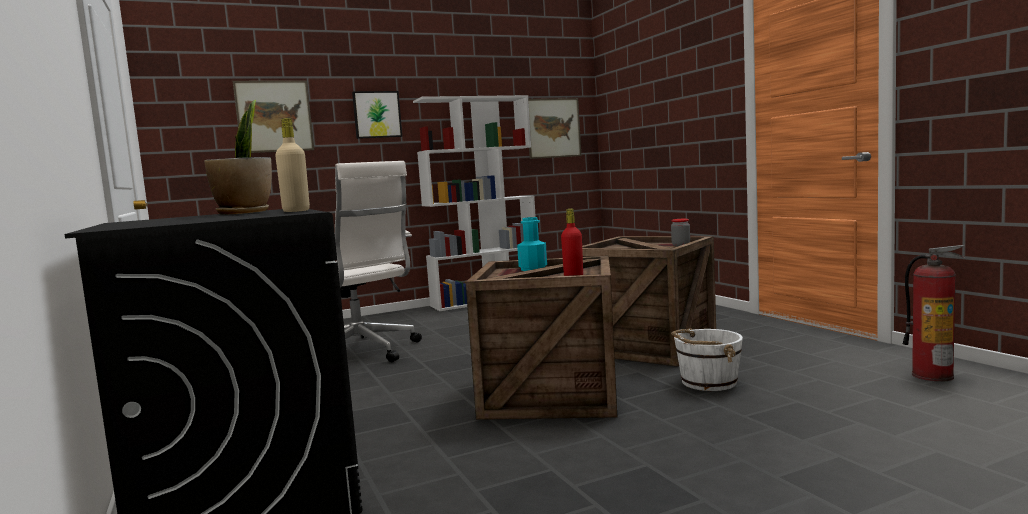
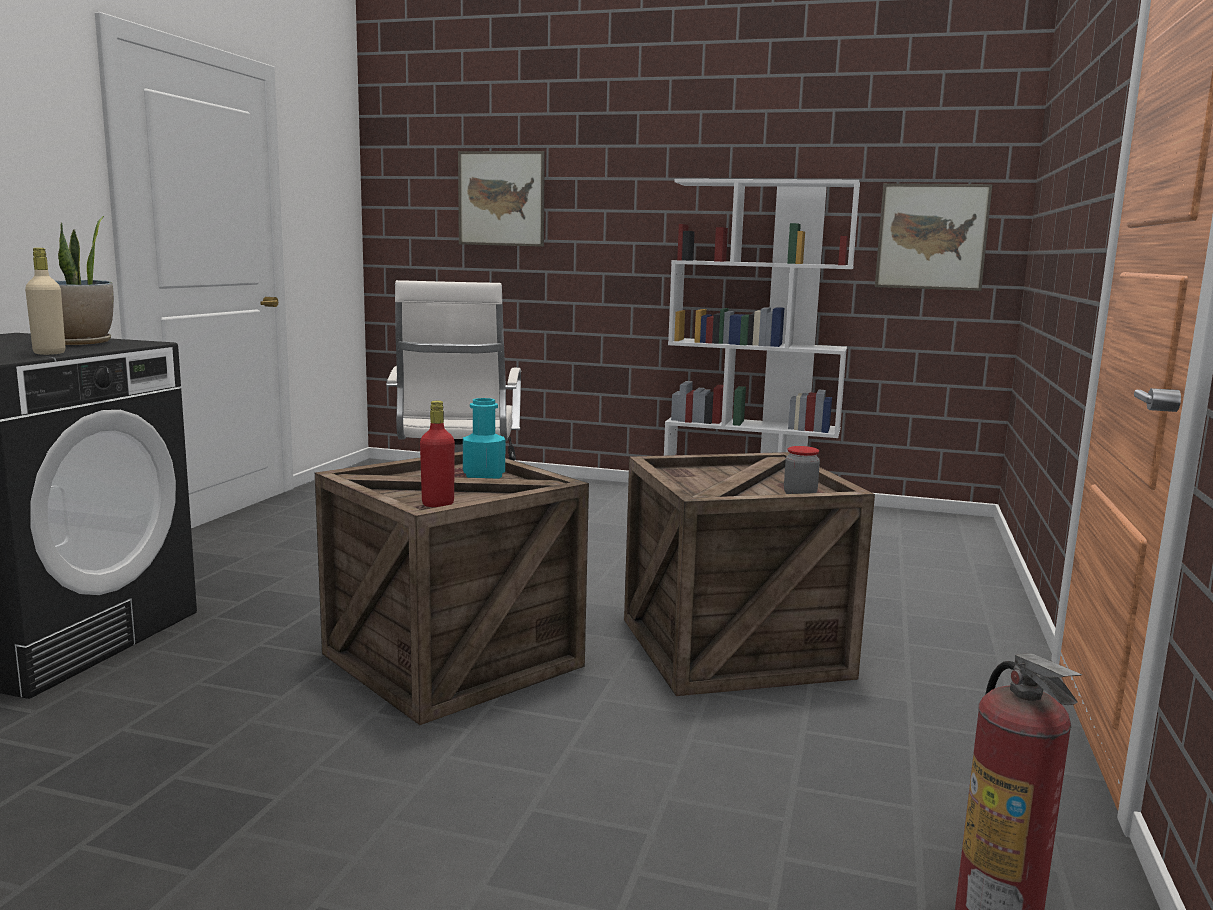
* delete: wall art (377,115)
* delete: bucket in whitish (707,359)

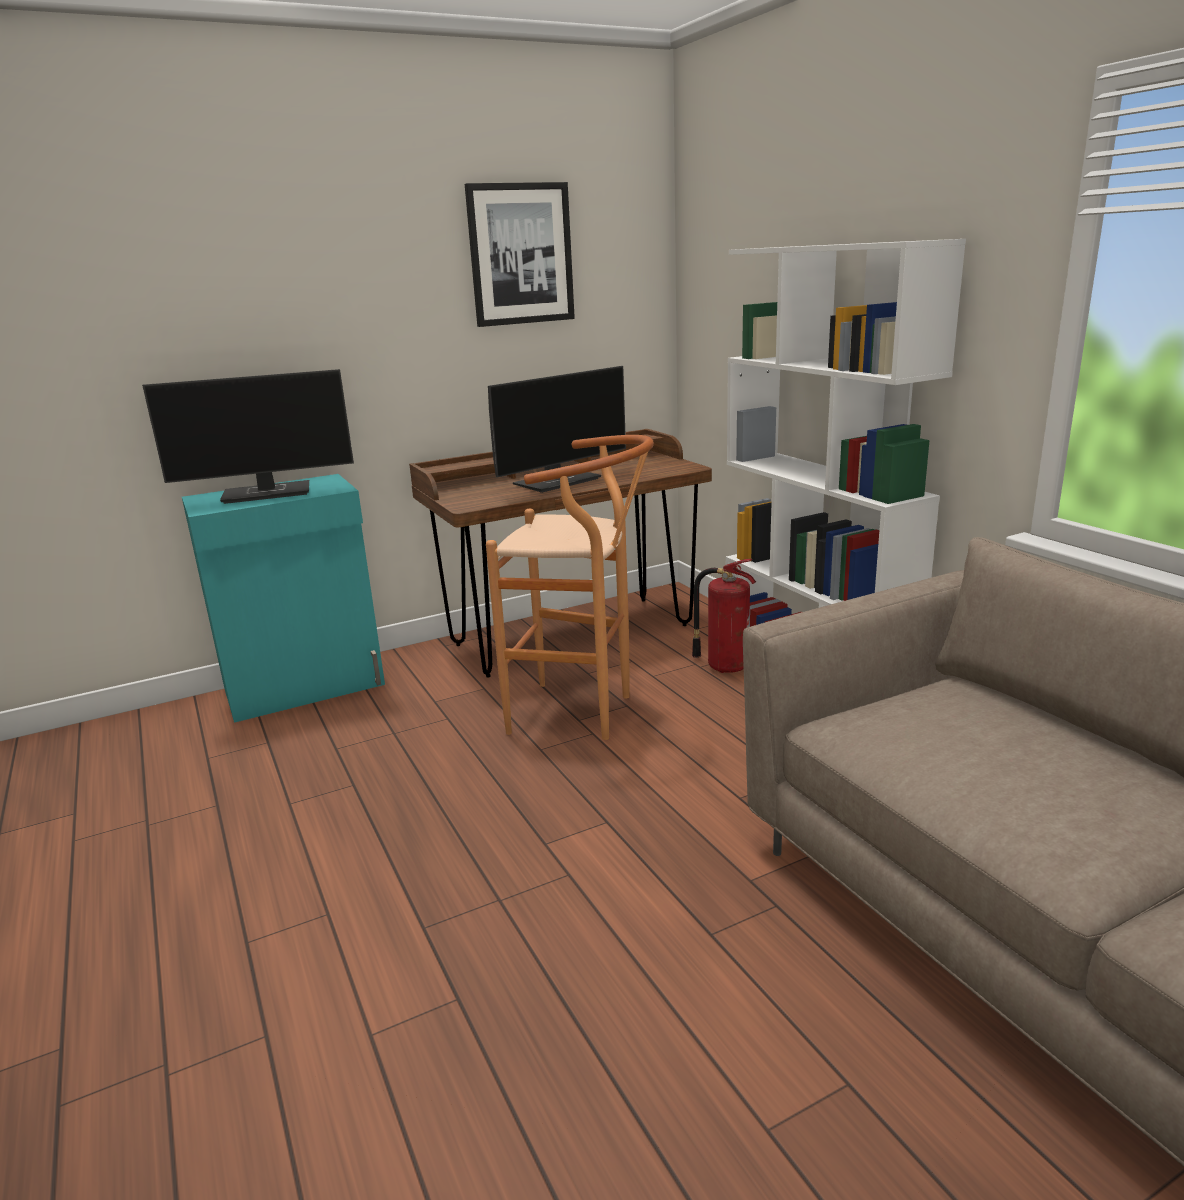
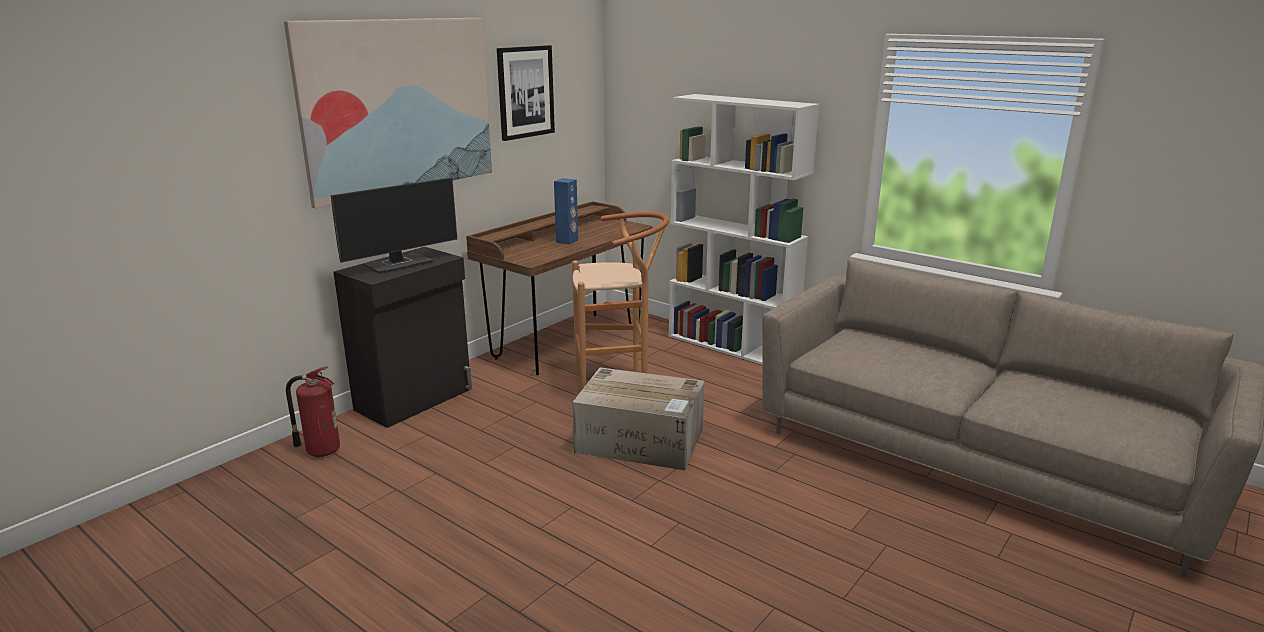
* insert: wall art (388,113)
* insert: packing box (638,418)
* move: fire-fighting cylinder (724,616) to (313,412)
* replace: computer screen (557,429) to audio speaker in blue (566,211)
* recolor: cupboard in turquoise (283,598) to cupboard in black-coloured (402,337)

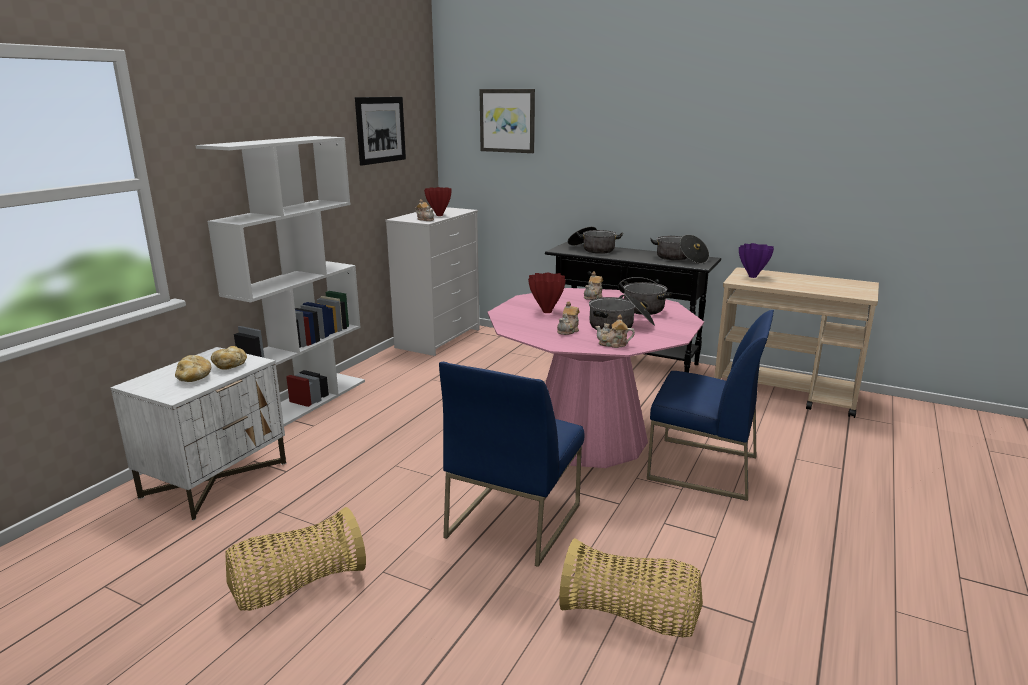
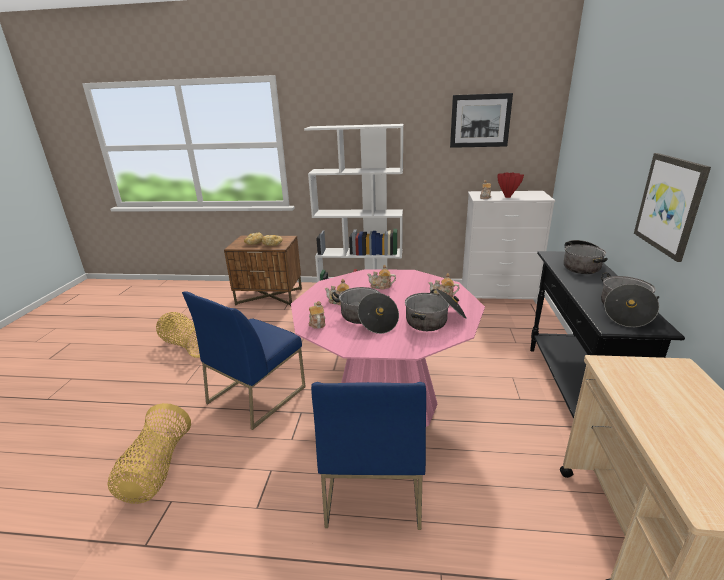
* delete: flower vase in purplish (756,260)
* move: wall art (507,121) to (672,207)
* replace: flower vase in reddish (547,293) to teapot (381,277)
* recolor: night table in whitish (198,434) to night table in brown (263,271)
* rotate: upright chair in blue (511,464) = (244,360) 60 degrees counterclockwise

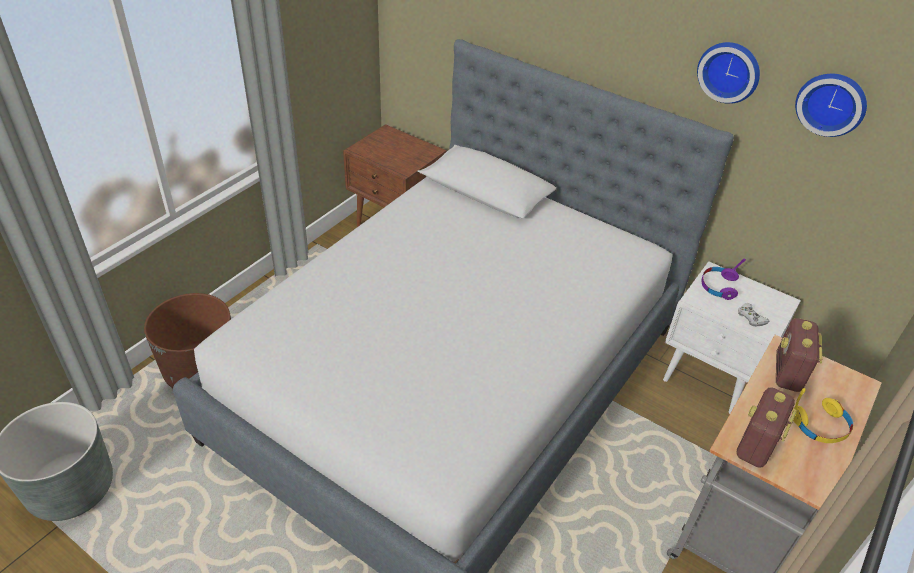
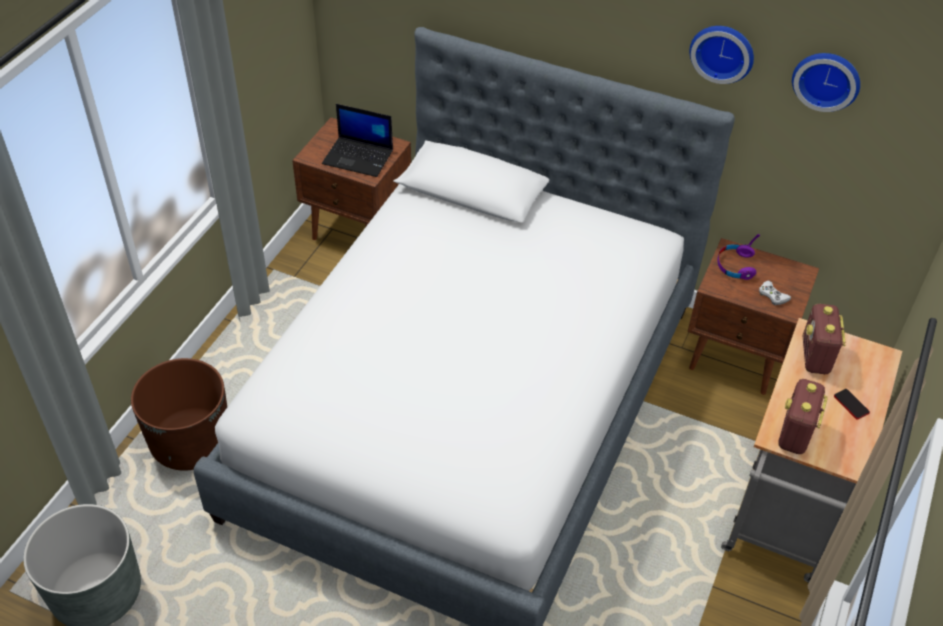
* insert: portable computer (357,140)
* replace: pair of headphones in yellow-coloured (822,415) to telephone (852,404)
* recolor: night table in whitish (732,337) to night table in brown (753,316)

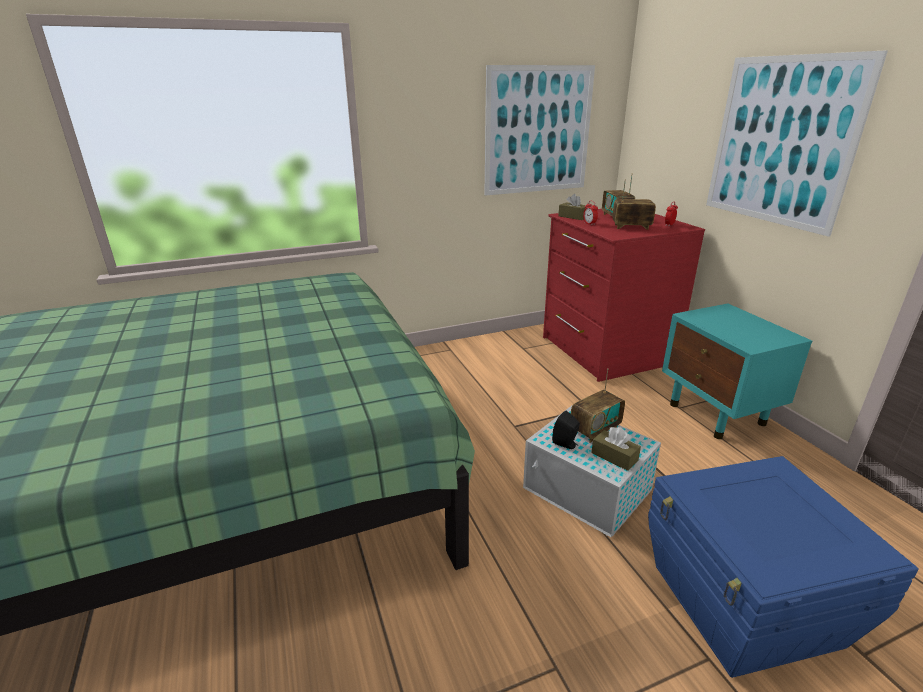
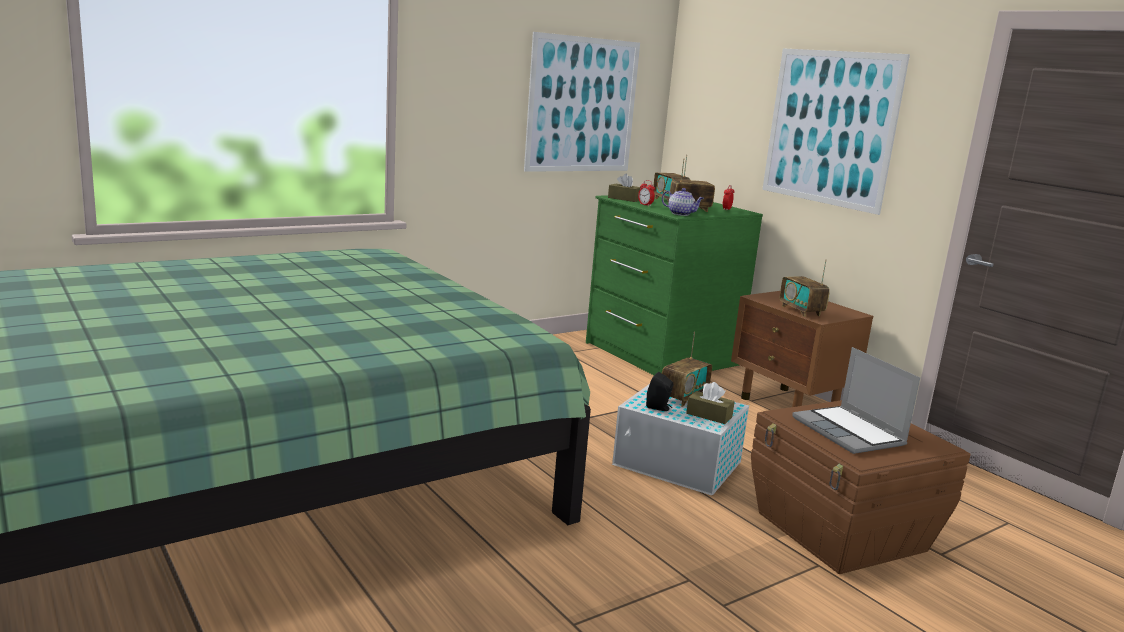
* insert: teapot (683,202)
* insert: radio receiver (805,288)
* insert: portable computer (856,400)
* recolor: chest of drawers in reddish (624,295) to chest of drawers in greenish (674,285)
* recolor: storage bin in blue (783,567) to storage bin in brown (861,487)
* recolor: night table in turquoise (737,371) to night table in brown (802,349)

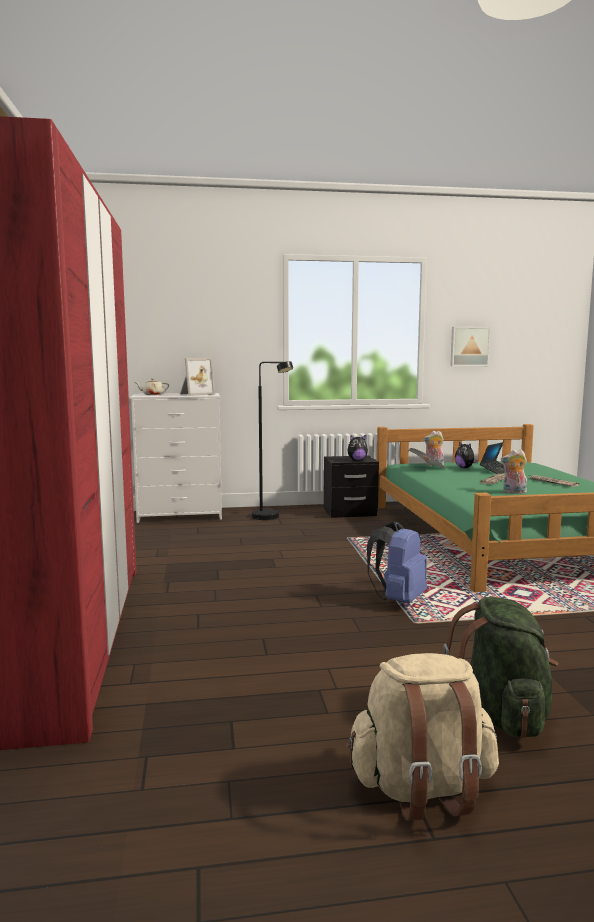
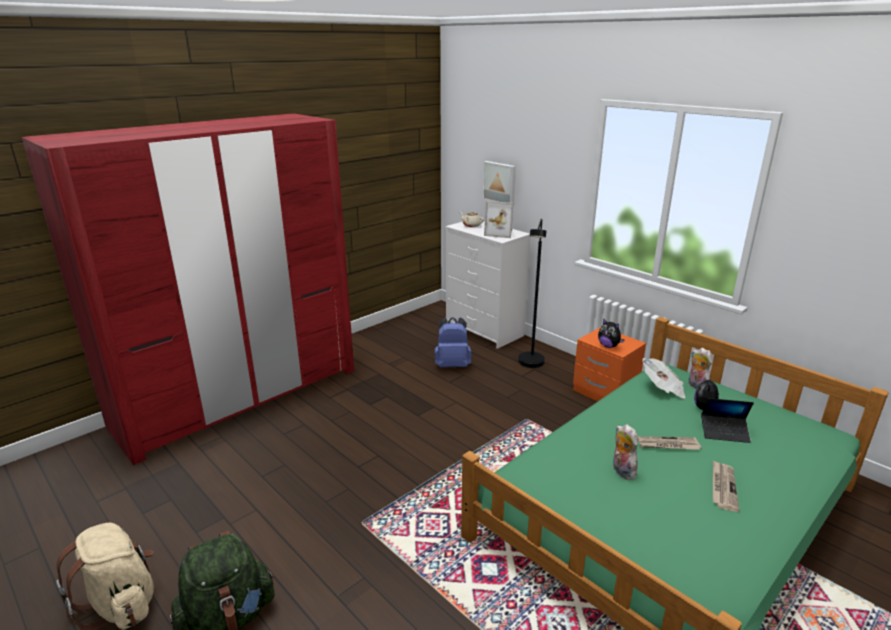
* move: backpack in blue (397,563) to (453,342)
* move: wall art (470,346) to (499,183)
* recolor: night table in black-coloured (351,486) to night table in orangey (609,364)

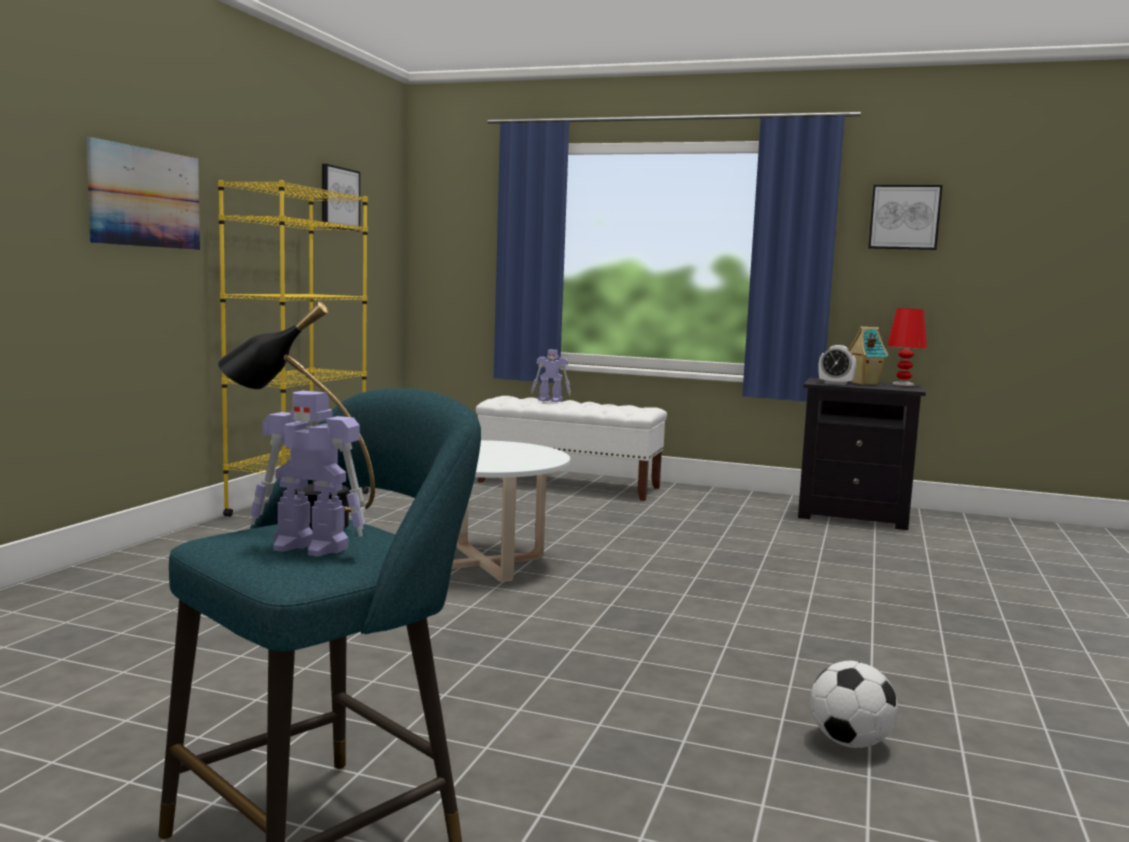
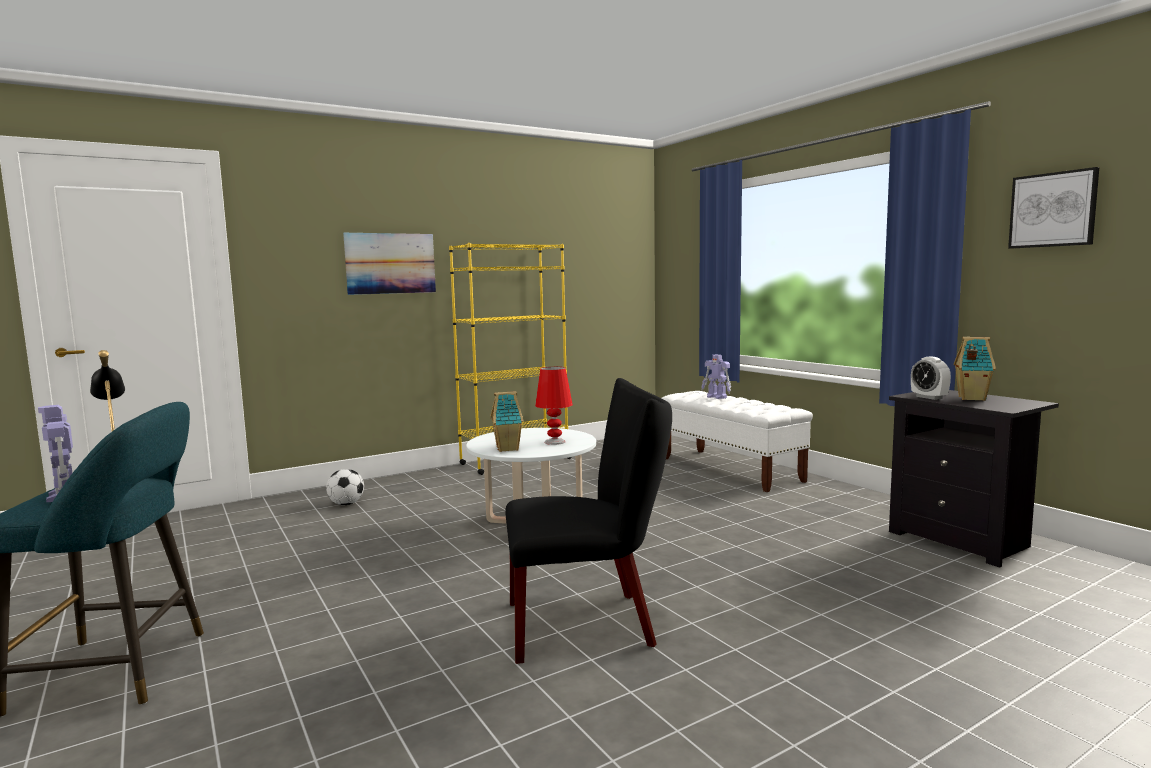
* delete: wall art (341,197)
* insert: toy house (507,421)
* insert: upright chair in black-coloured (588,521)
* move: football ball (854,704) to (345,487)
* move: tabletop lamp in reddish (907,347) to (554,406)

